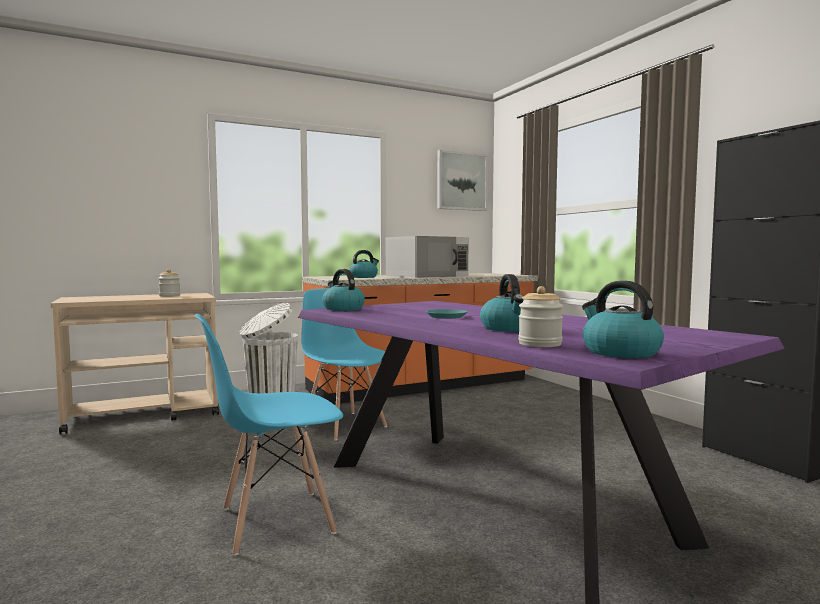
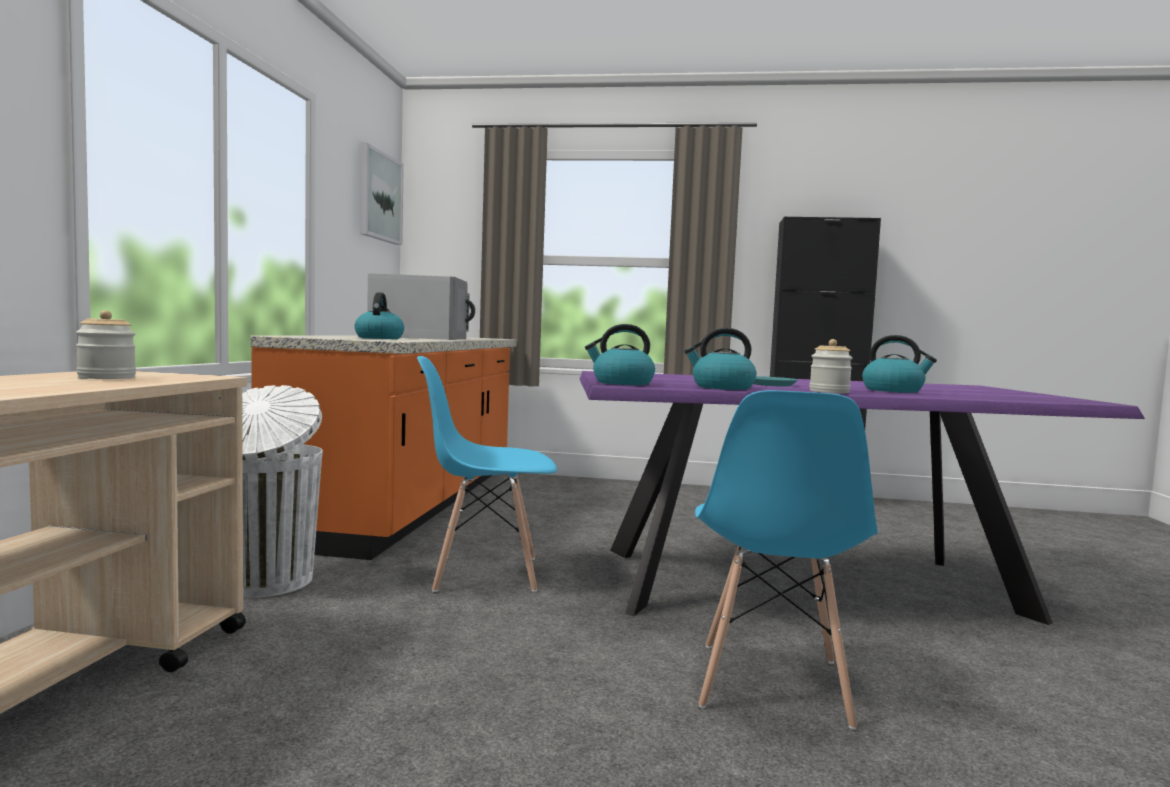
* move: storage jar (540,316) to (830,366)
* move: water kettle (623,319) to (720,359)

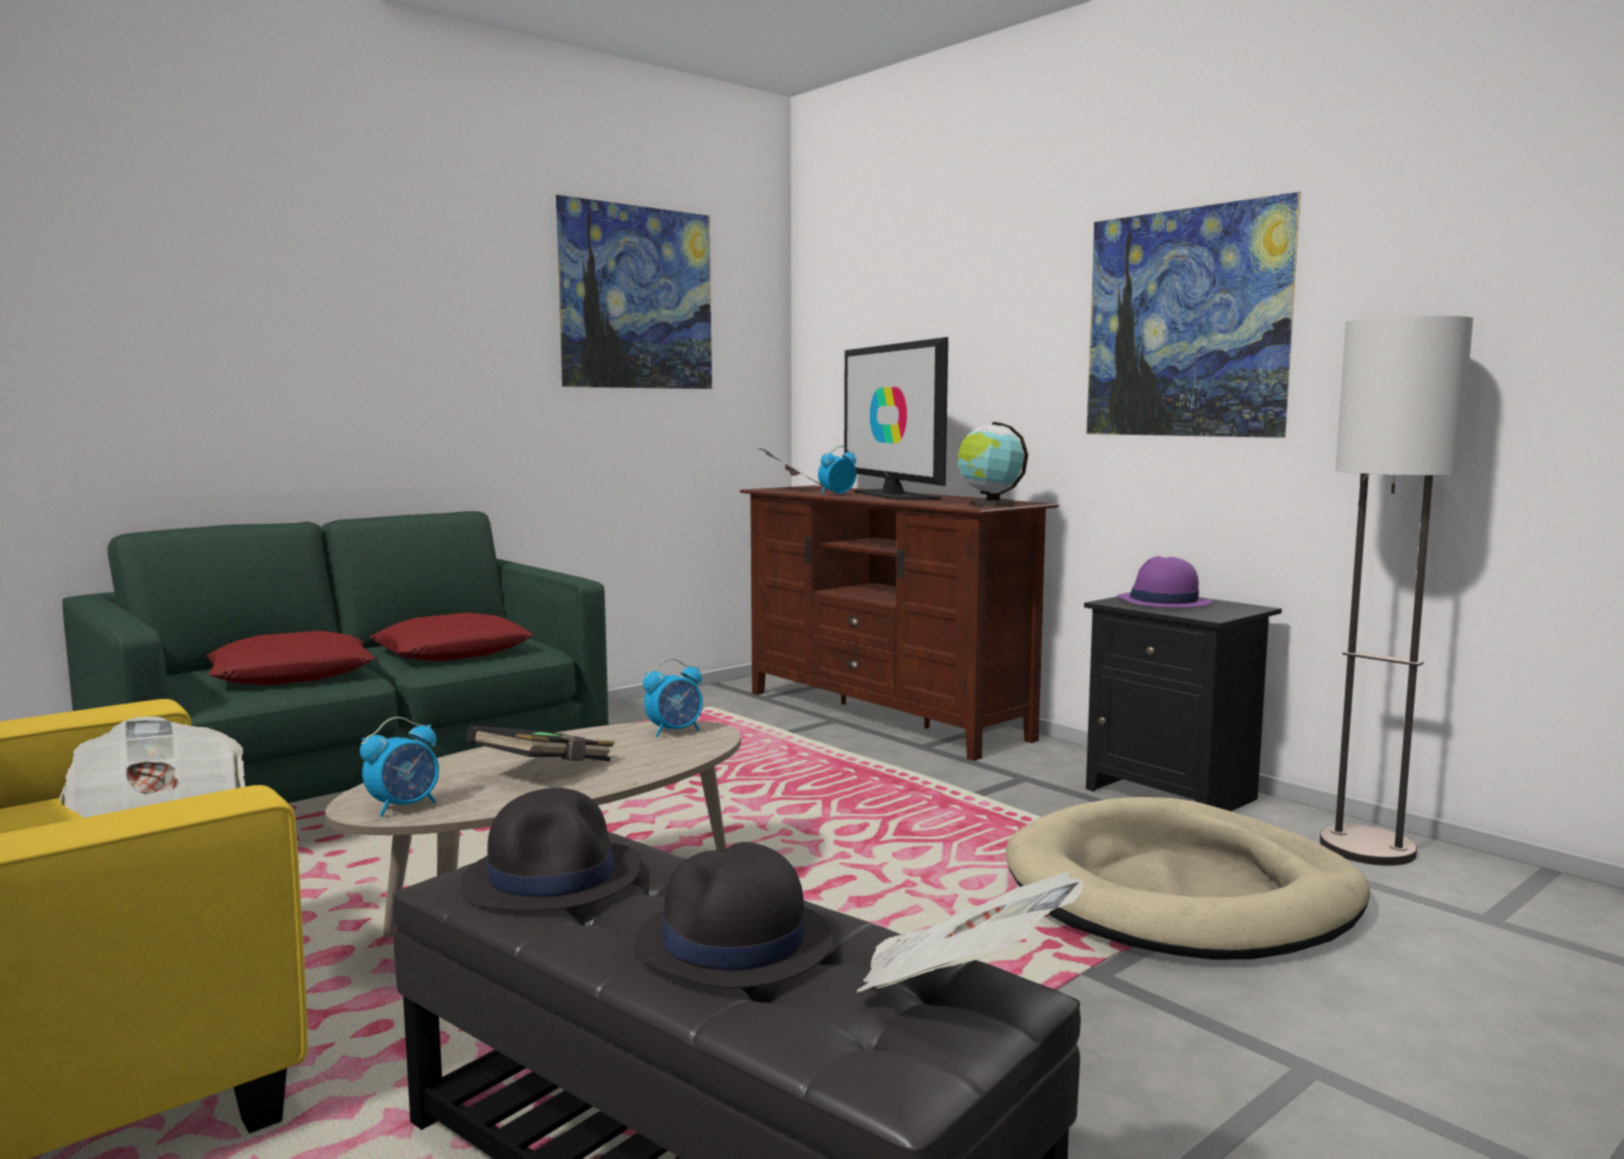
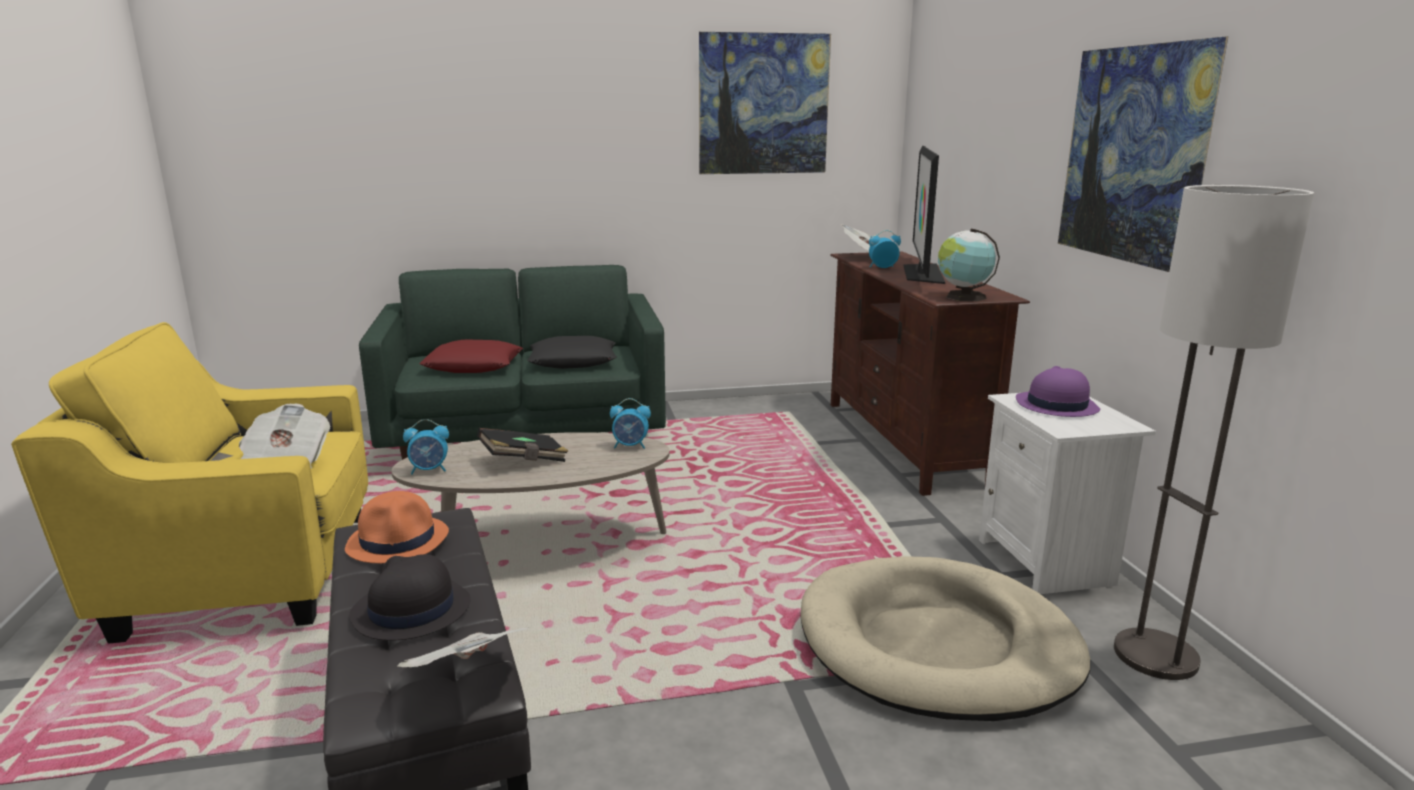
* recolor: throw pillow in reddish (451,636) to throw pillow in black-coloured (572,352)
* recolor: hat in black-coloured (550,849) to hat in orangey (397,527)
* recolor: night table in black-coloured (1183,704) to night table in whitish (1067,493)

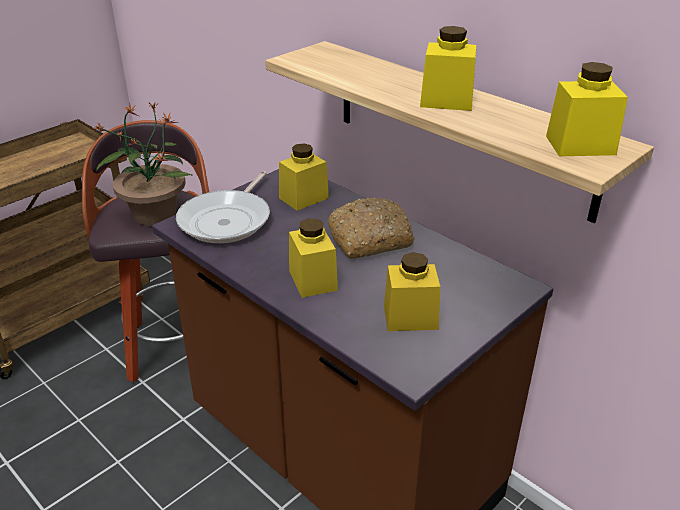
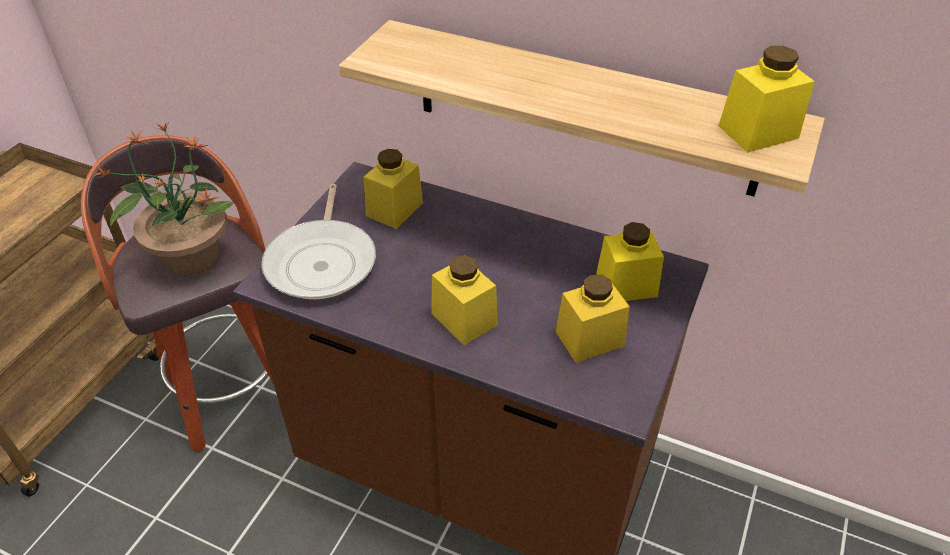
* delete: bakery bread (371,228)
* move: storage jar in yellow-coloured (448,68) to (630,261)

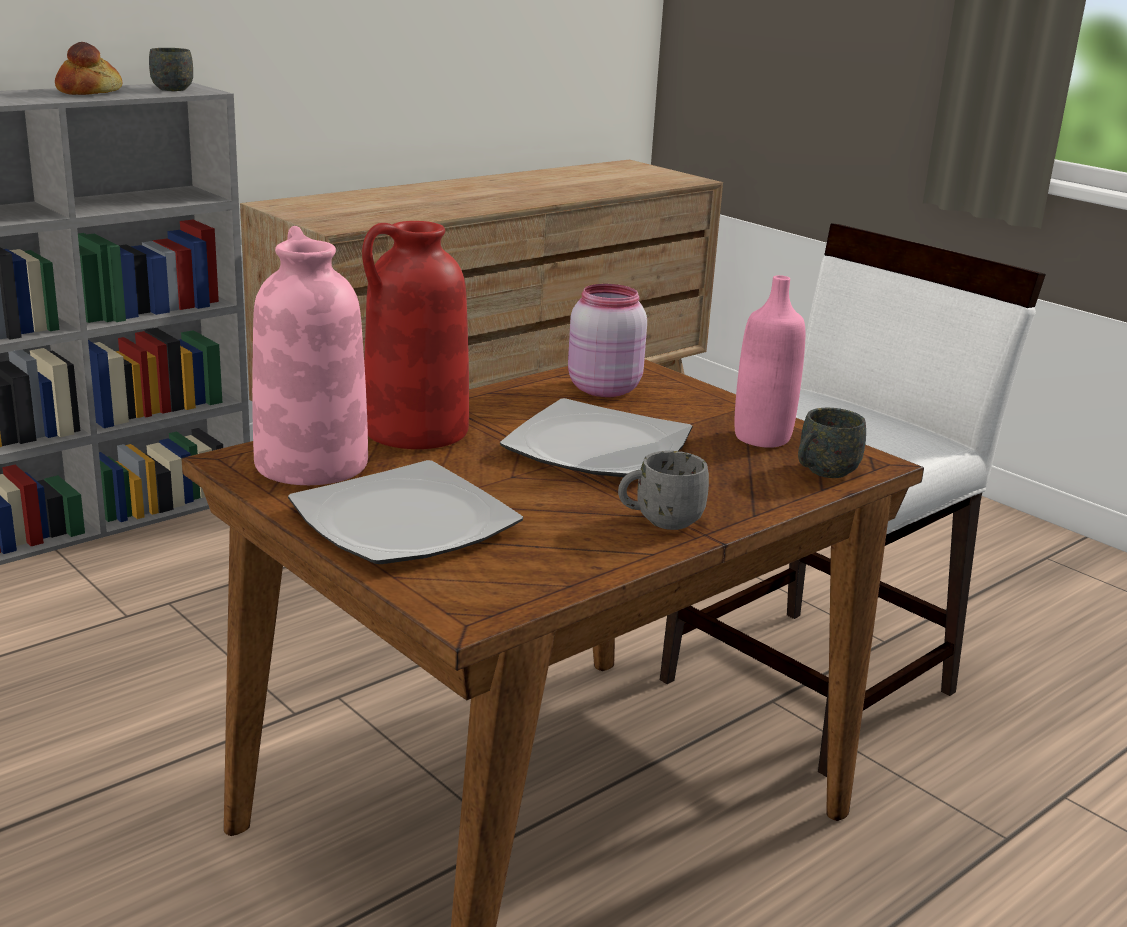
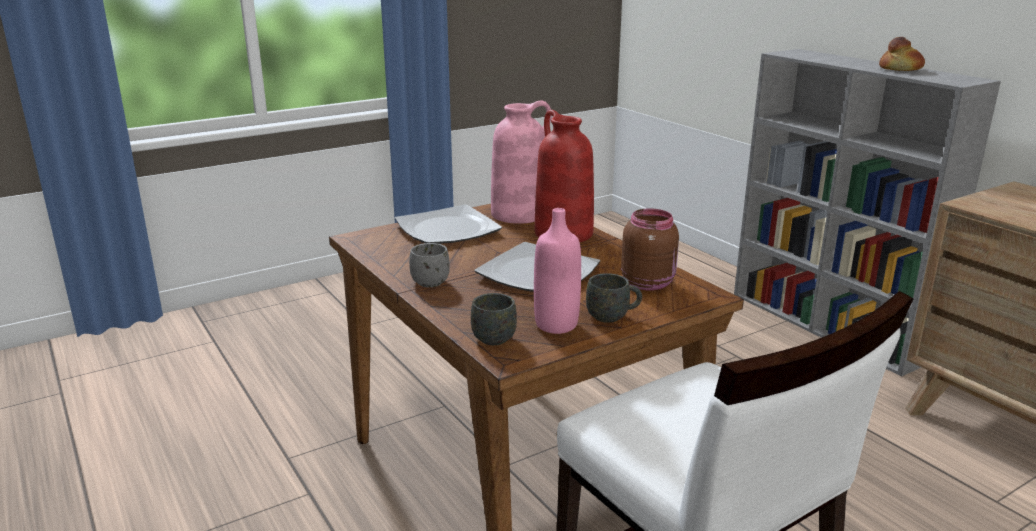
* move: mug in gray (171,69) to (614,298)
* recolor: storage jar in pinkish (607,340) to storage jar in brown (650,249)

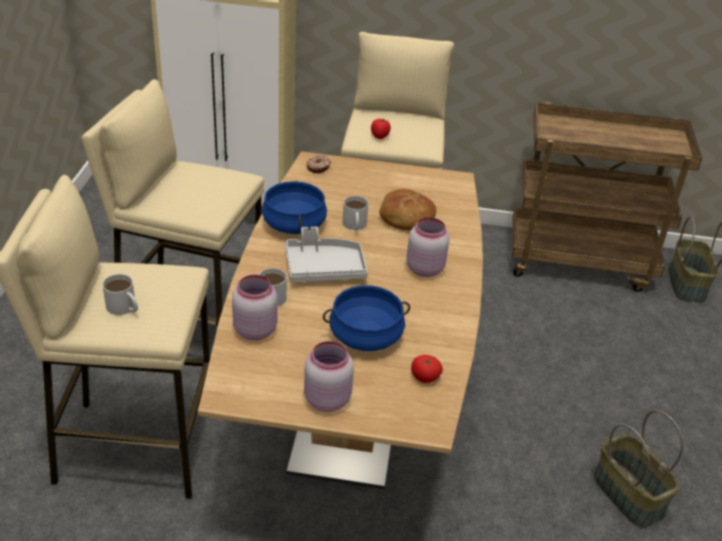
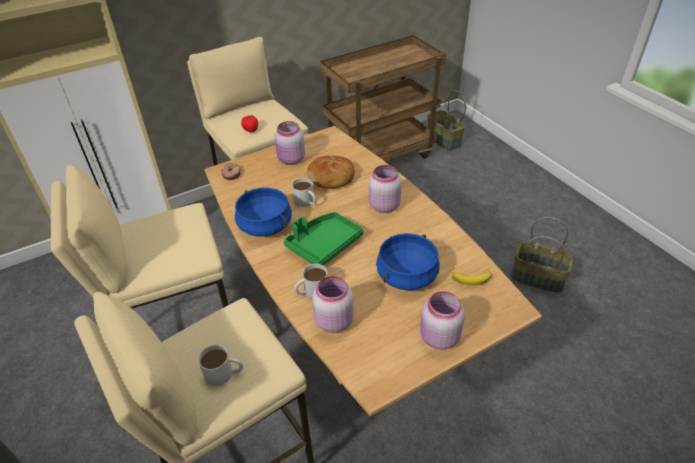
* insert: storage jar in pinkish (290,143)
* replace: tomato (427,369) to banana (471,277)
* recolor: tray in gray (326,254) to tray in greenish (324,239)

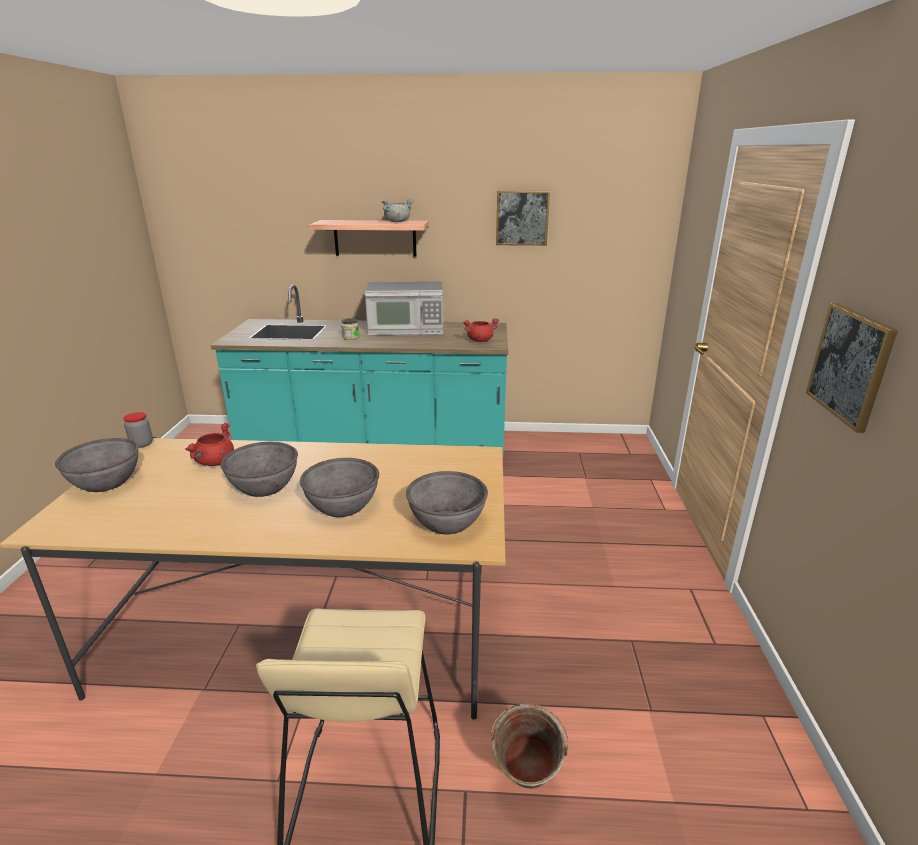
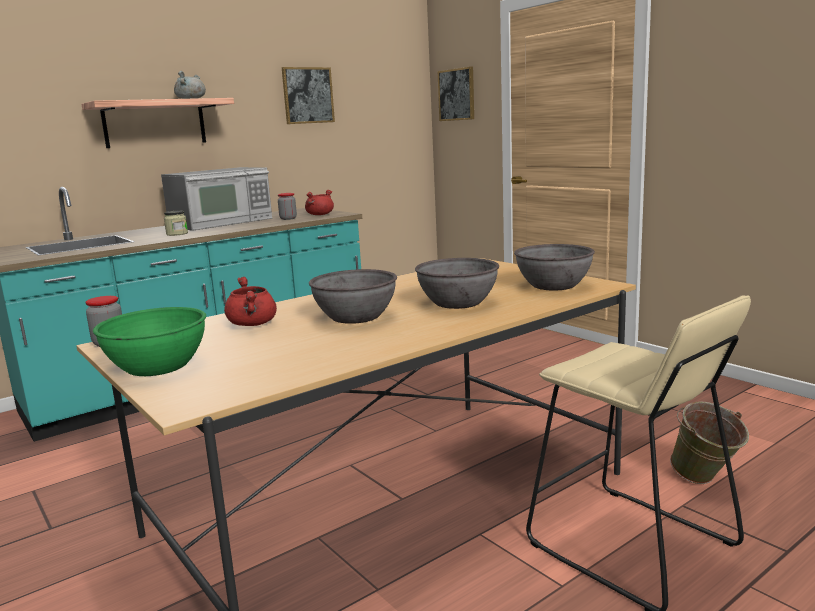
* insert: storage jar (287,206)
* move: wall art (852,368) to (455,94)
* recolor: bowl in gray (97,465) to bowl in greenish (149,341)

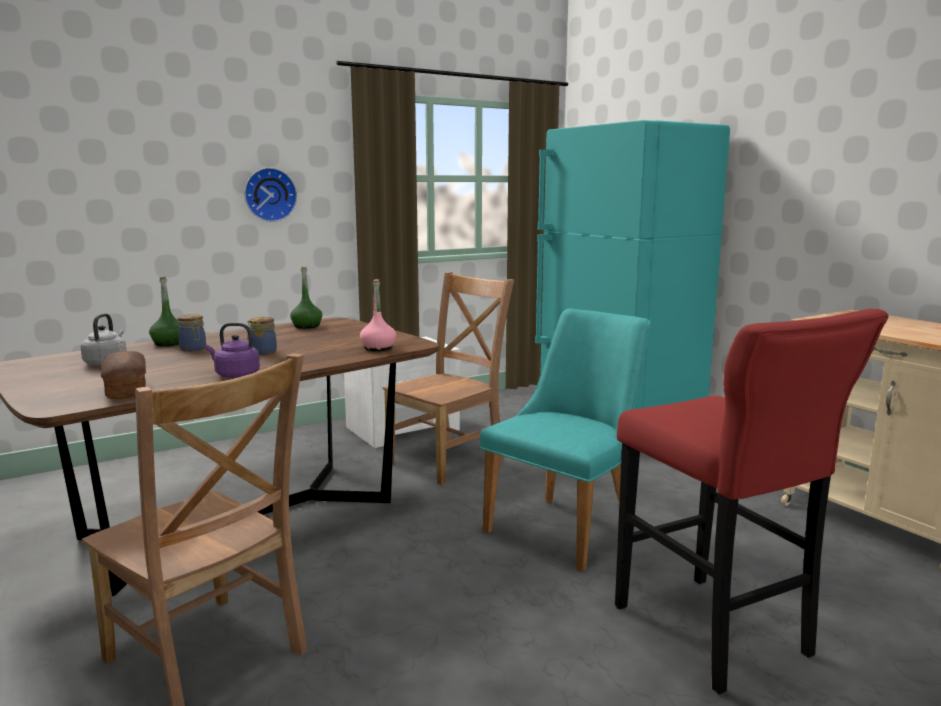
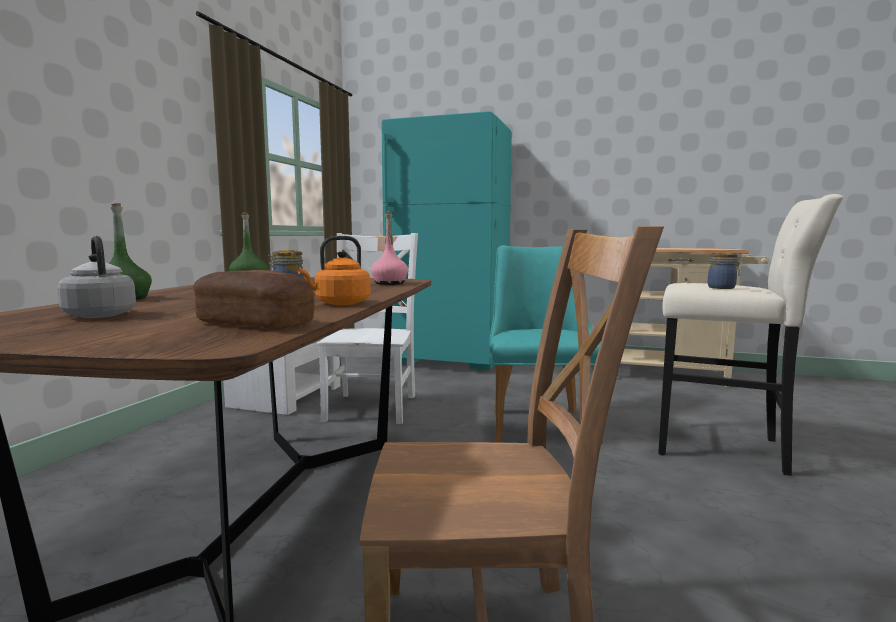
* delete: hanging clock (270,195)
* move: storage jar (192,333) to (724,270)
* recolor: water kettle in purplish (233,350) to water kettle in orangey (333,270)
* recolor: upright chair in brown (448,378) to upright chair in whitish (367,328)
* recolor: stool in reddish (752,501) to stool in sand-coloured (751,335)

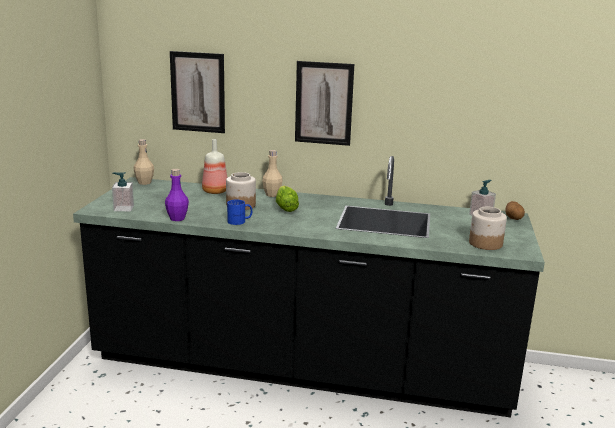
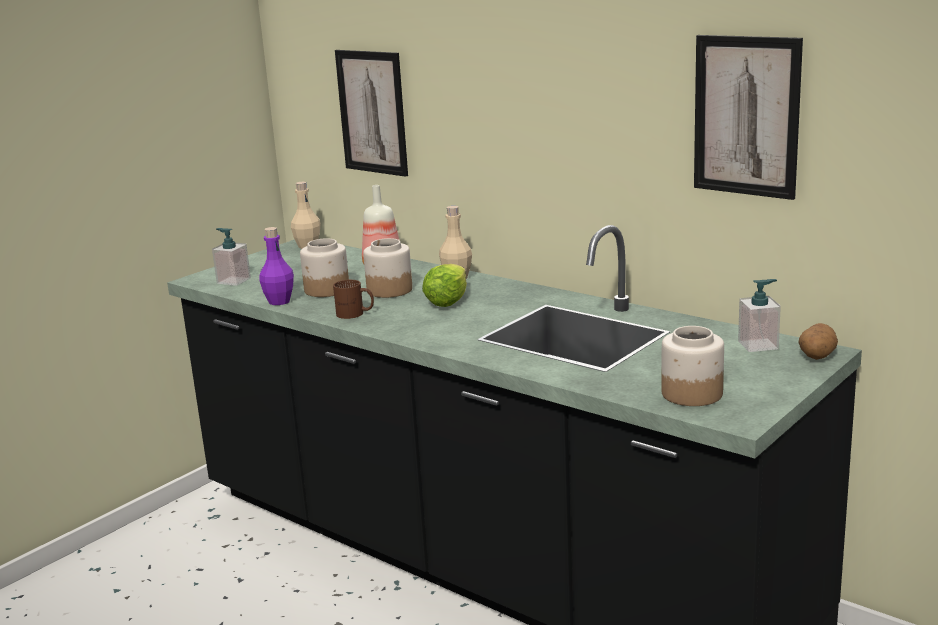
* insert: storage jar (324,267)
* move: wall art (324,103) to (748,117)
* recolor: mug in blue (239,212) to mug in brown (353,299)

